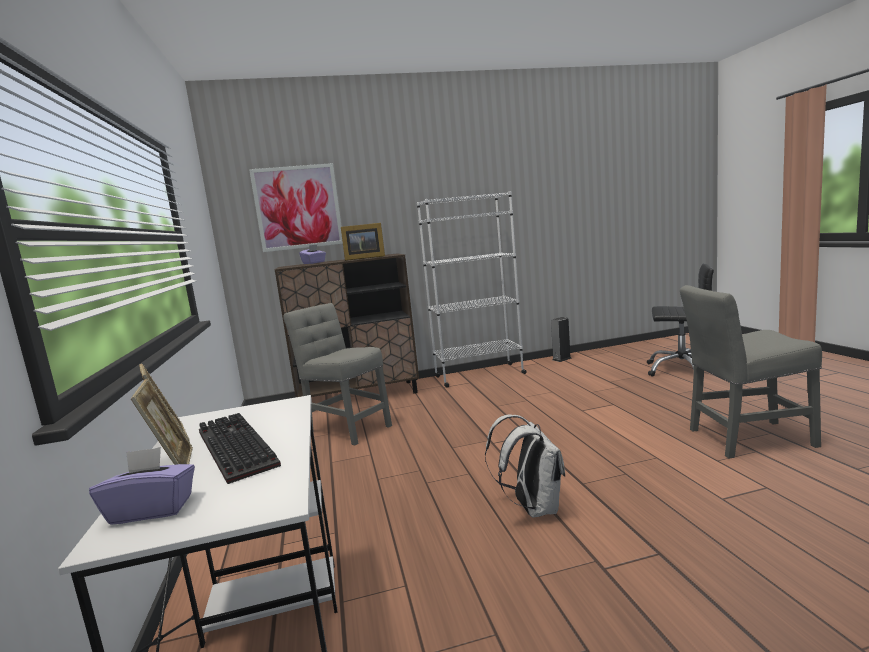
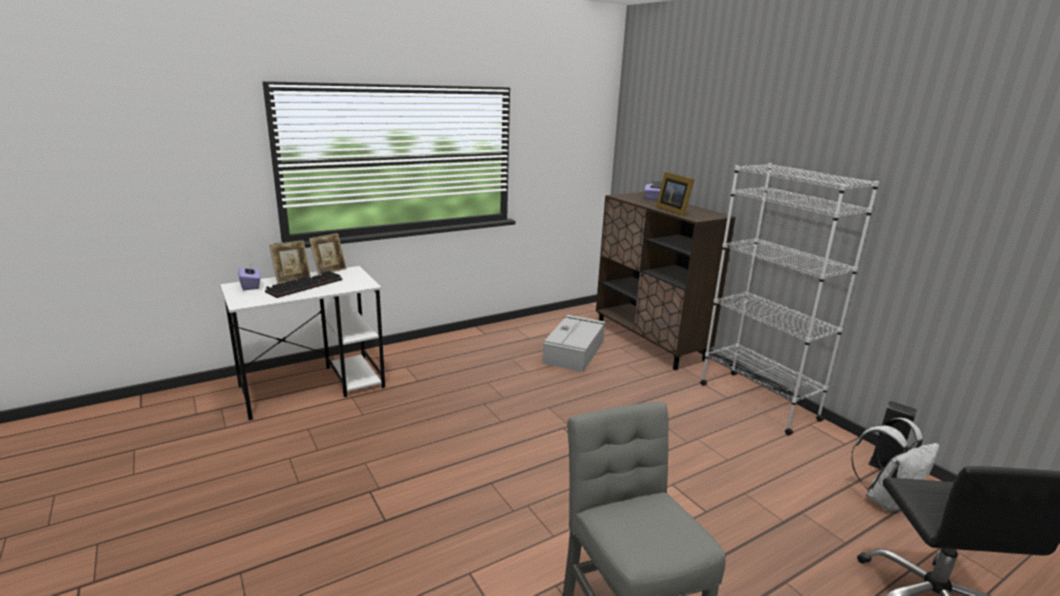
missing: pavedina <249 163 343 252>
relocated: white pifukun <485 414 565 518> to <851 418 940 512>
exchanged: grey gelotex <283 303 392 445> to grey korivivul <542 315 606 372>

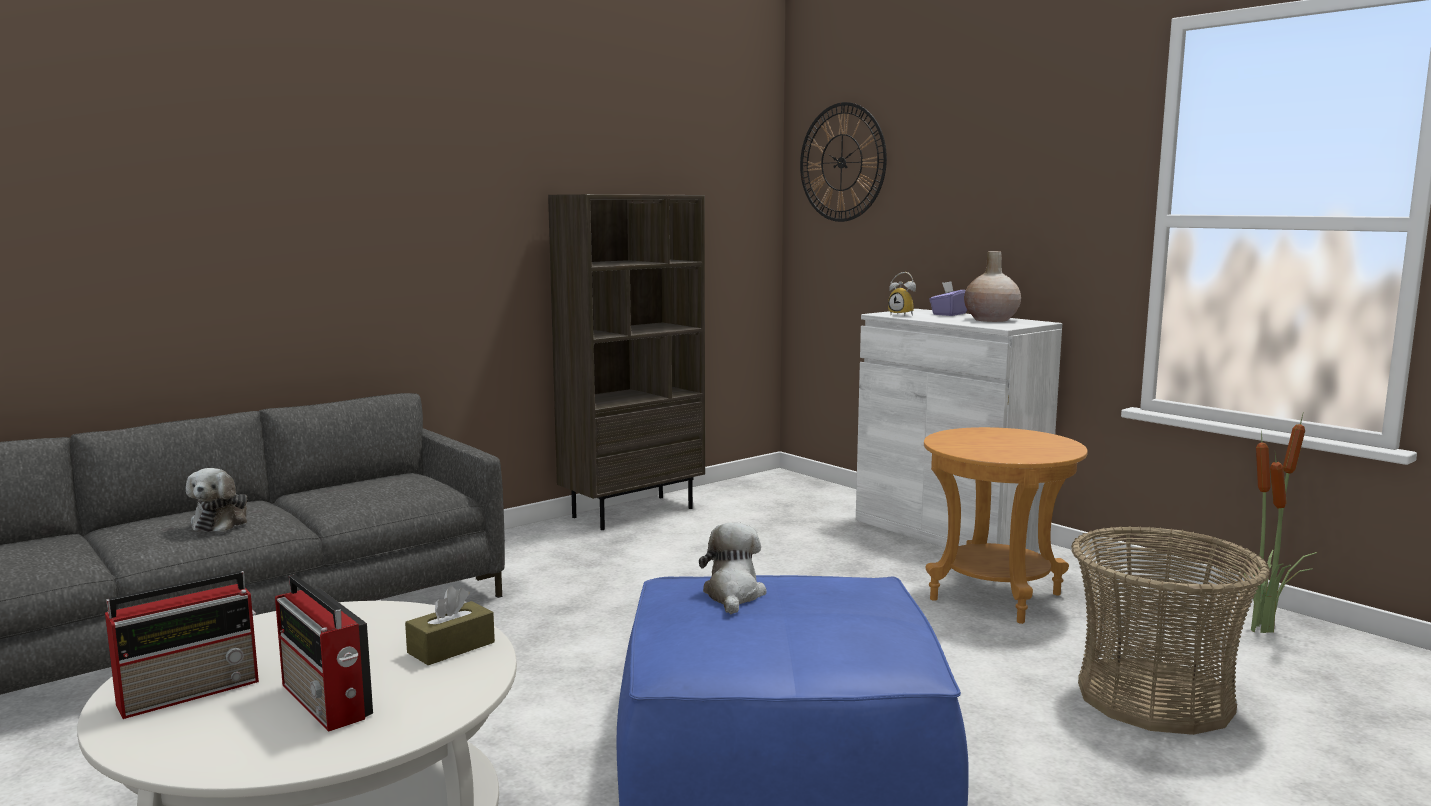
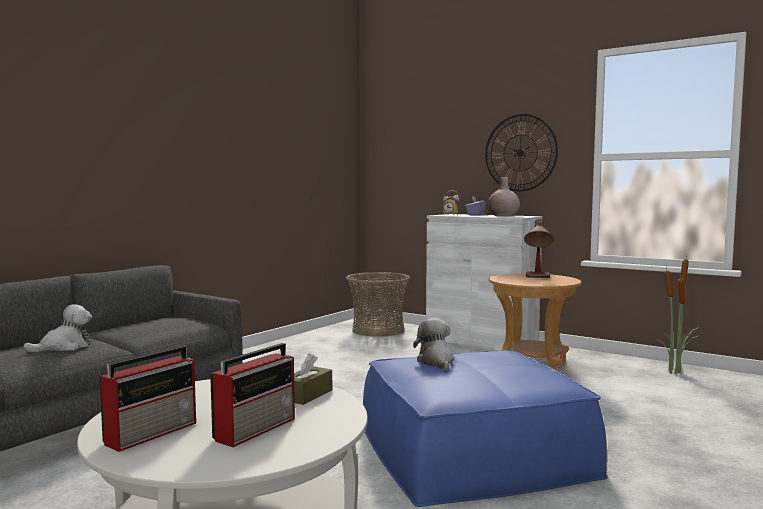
missing: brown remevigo <548 194 705 530>
appeared: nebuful <524 219 554 278>
relocated: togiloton <800 102 887 222> to <485 114 558 191>; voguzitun <1071 526 1270 735> to <346 272 410 337>
spun: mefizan <186 468 247 532> = <23 304 92 352> 120 degrees counterclockwise; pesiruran <275 575 373 732> = <210 343 295 447> 90 degrees counterclockwise

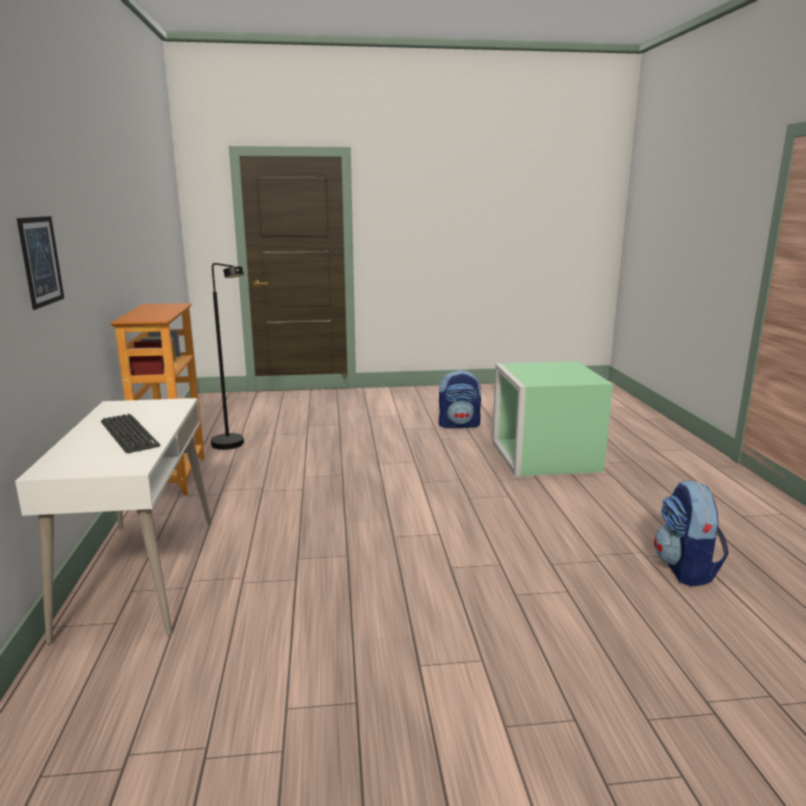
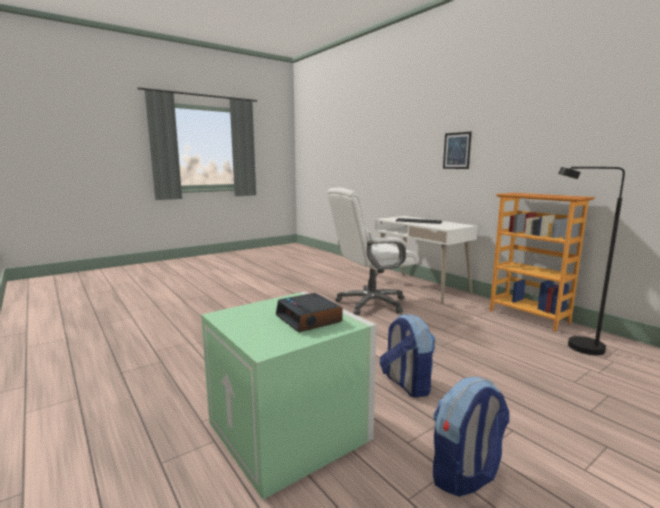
appeared: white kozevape <327 188 419 315>; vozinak <276 293 343 332>
relocated: pifukun <654 480 729 586> to <380 314 436 398>

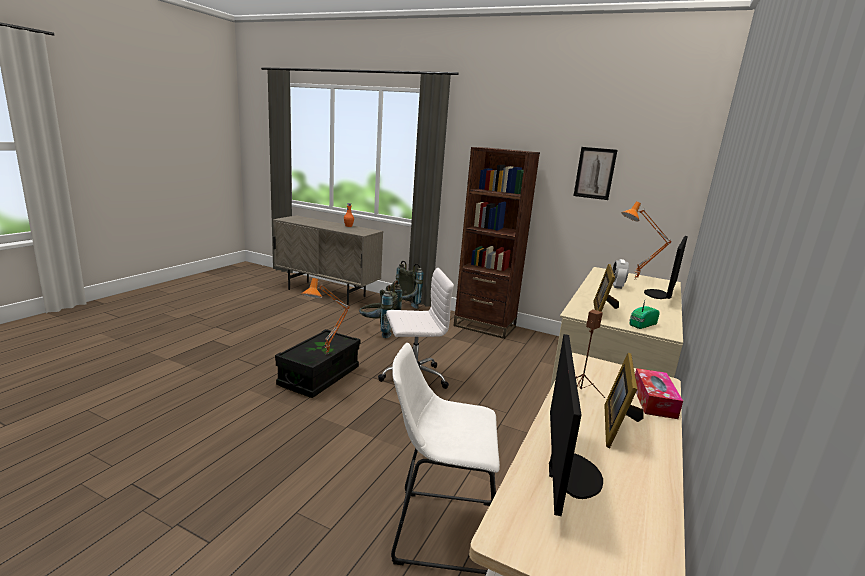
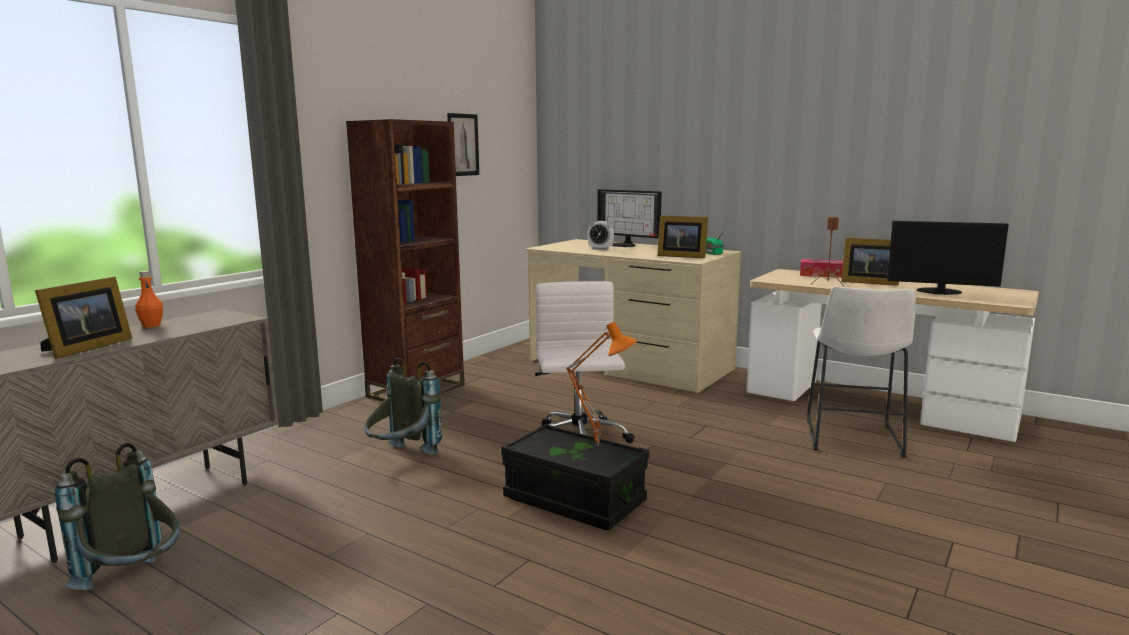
missing: orange nebuful <622 201 672 280>
appeared: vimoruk <35 276 132 359>
relocated: grey pifukun <390 261 424 309> to <55 443 180 590>

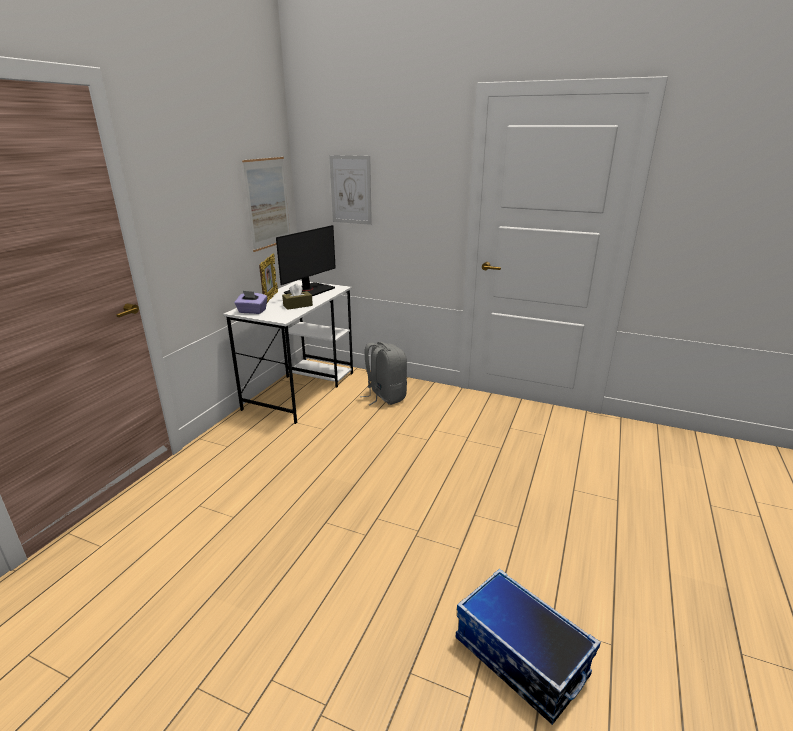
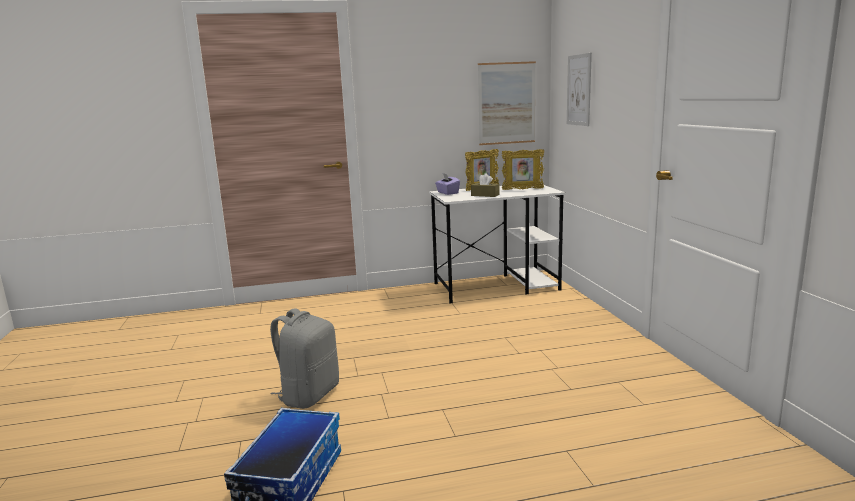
relocated: grey pifukun <360 342 407 405> to <270 308 339 409>
exchanged: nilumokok <276 225 336 296> to vimoruk <501 149 544 190>

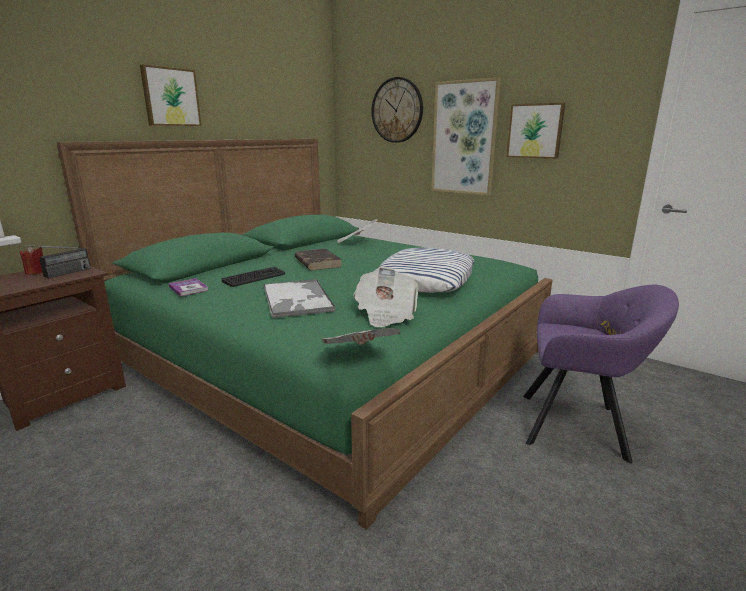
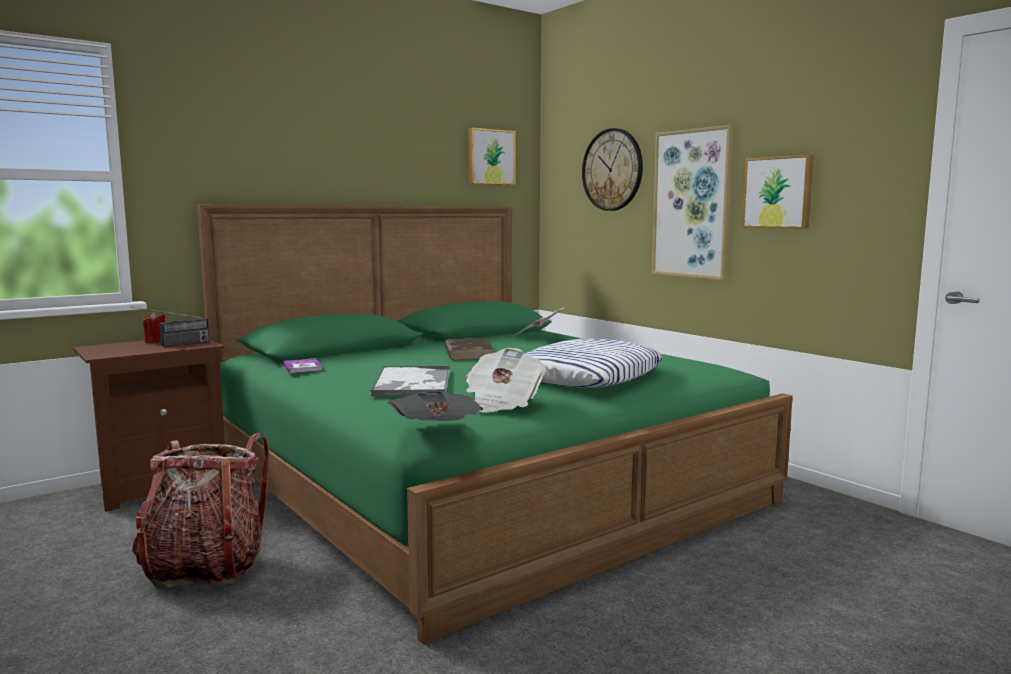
missing: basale <222 267 285 287>; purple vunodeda <523 285 679 463>
appeared: pifukun <132 433 269 588>
relocated: pavedina <140 64 202 126> to <468 128 516 185>

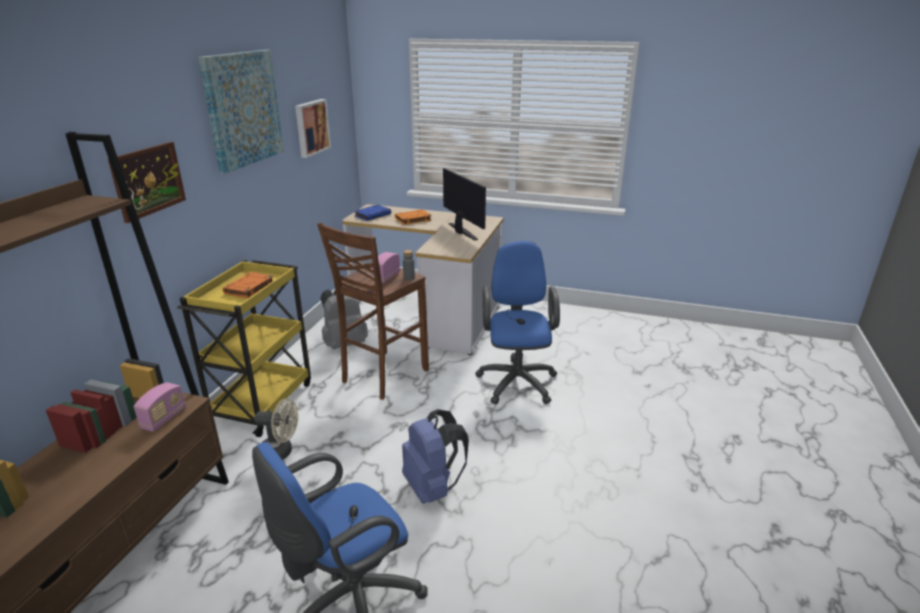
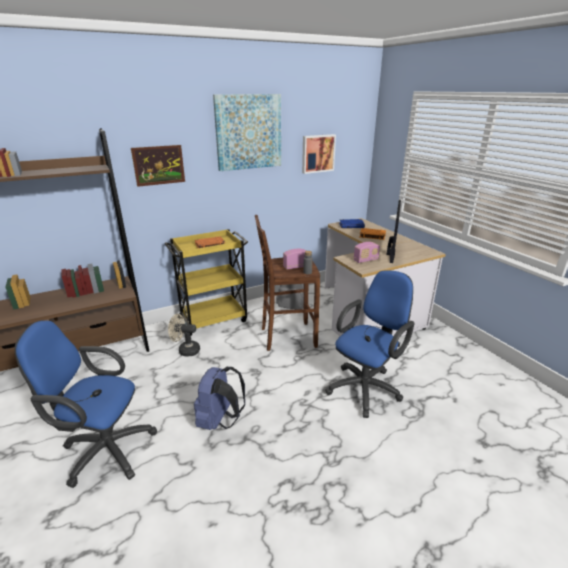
relocated: pesiruran <134 382 186 432> to <354 242 380 263>
spun: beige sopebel <254 398 298 460> = <168 314 200 356> 135 degrees clockwise

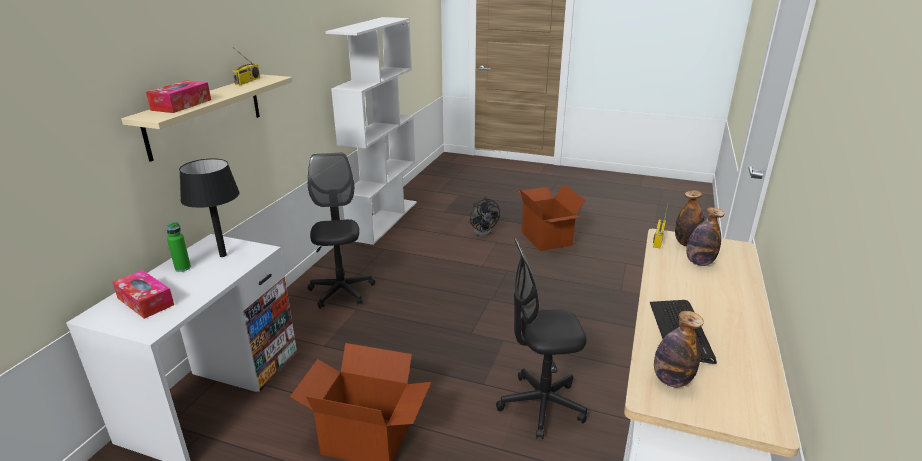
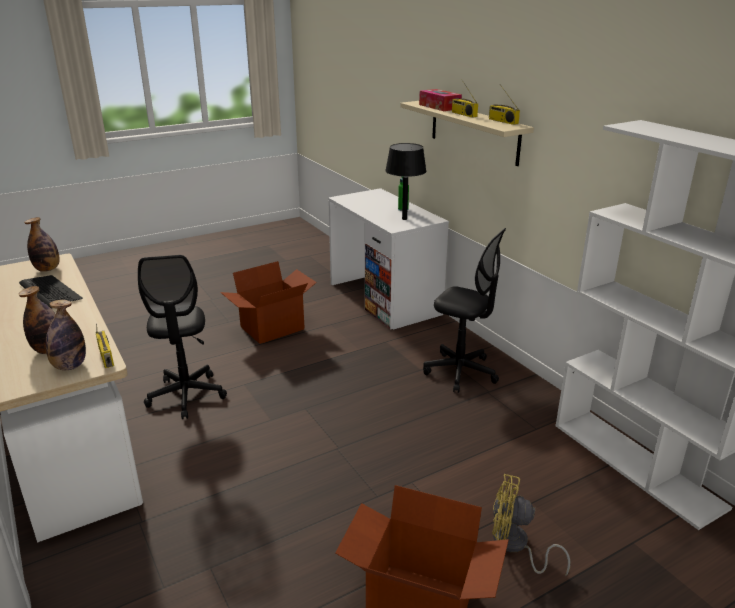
missing: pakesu <112 270 174 319>
appeared: pesiruran <452 79 478 118>
colour: black sopebel <470 197 500 236> to yellow sopebel <492 474 570 577>
spun: black kozevape <496 238 587 439> = <138 255 227 419> 135 degrees clockwise

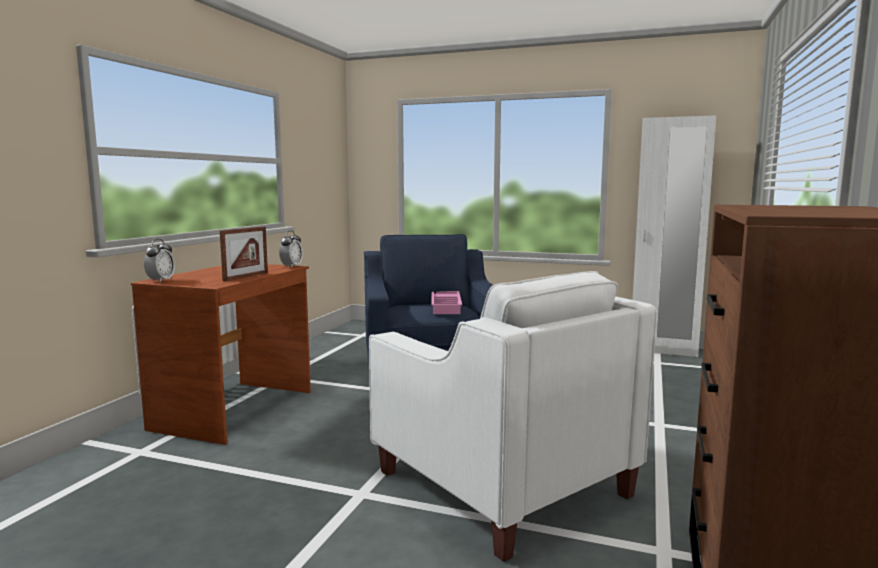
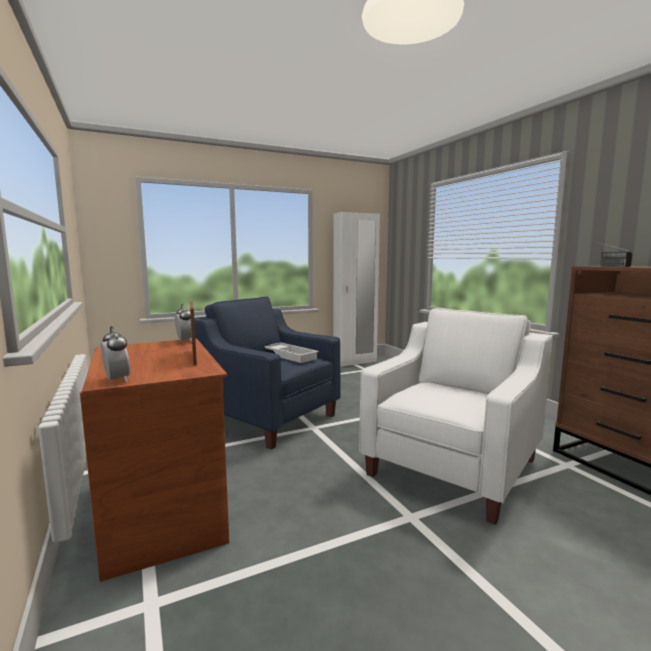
appeared: pesiruran <596 242 632 267>
colour: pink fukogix <432 291 462 314> to white fukogix <265 343 319 363>
spun: white vunodeda <369 271 657 562> = <359 308 553 525> 60 degrees counterclockwise

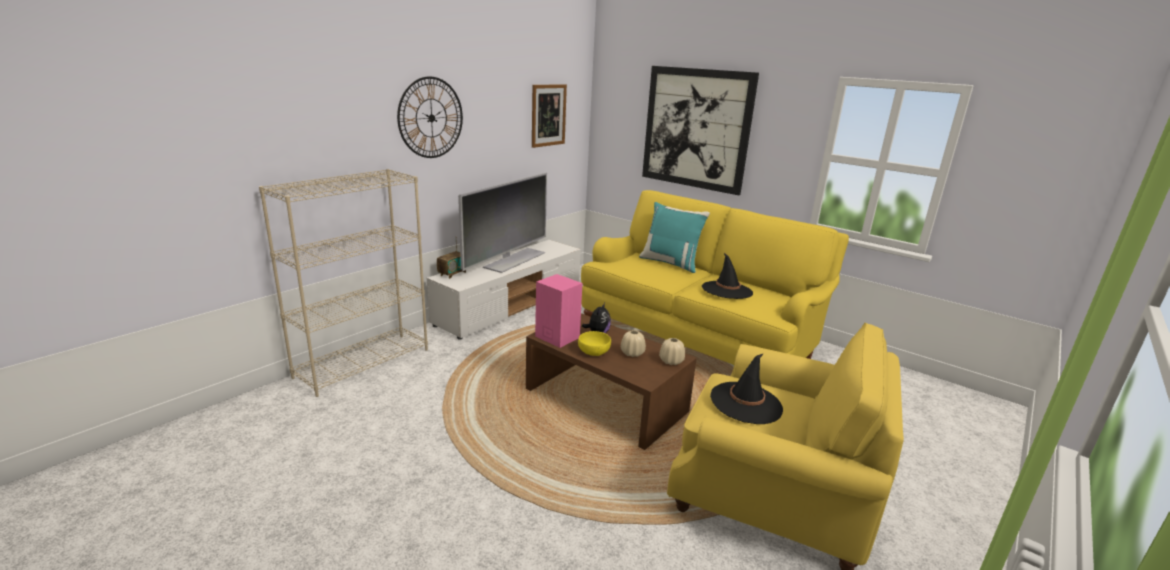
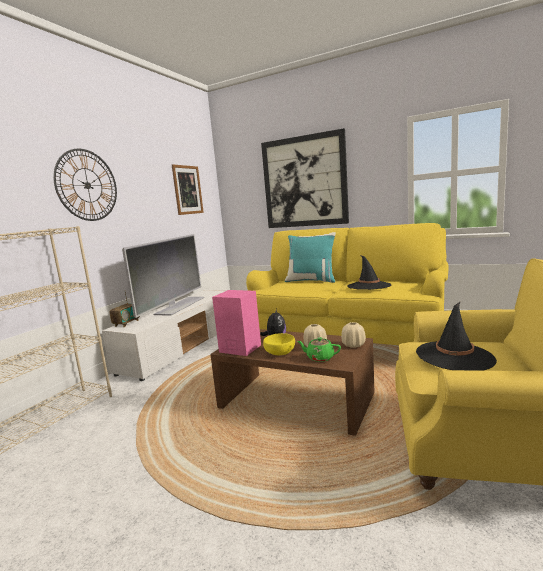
appeared: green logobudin <297 337 341 362>

